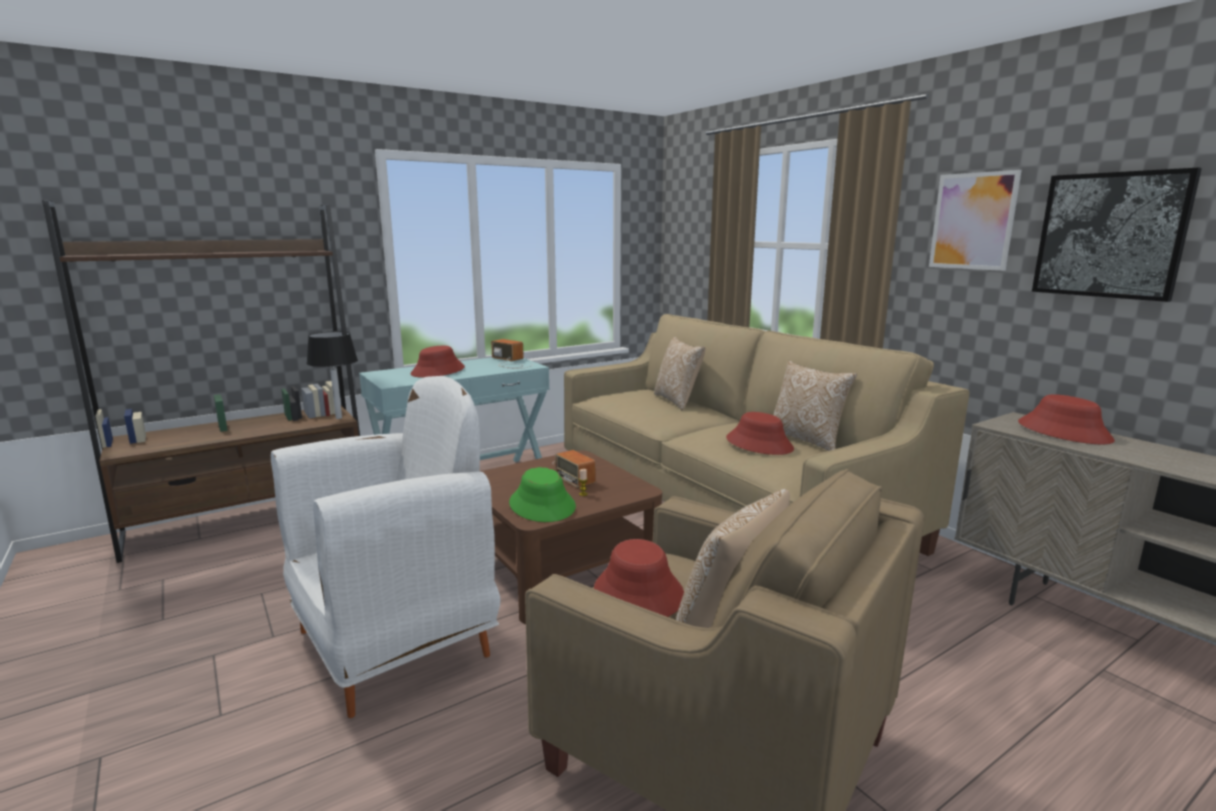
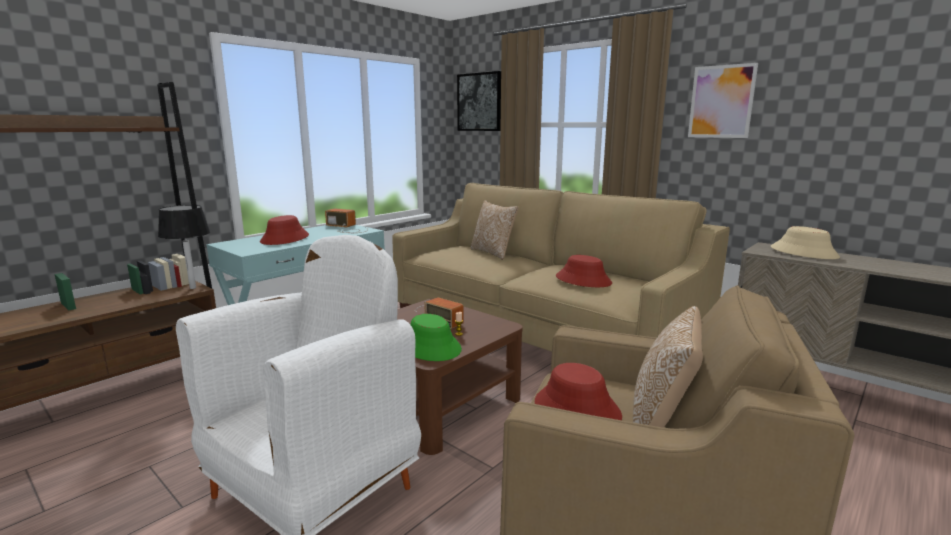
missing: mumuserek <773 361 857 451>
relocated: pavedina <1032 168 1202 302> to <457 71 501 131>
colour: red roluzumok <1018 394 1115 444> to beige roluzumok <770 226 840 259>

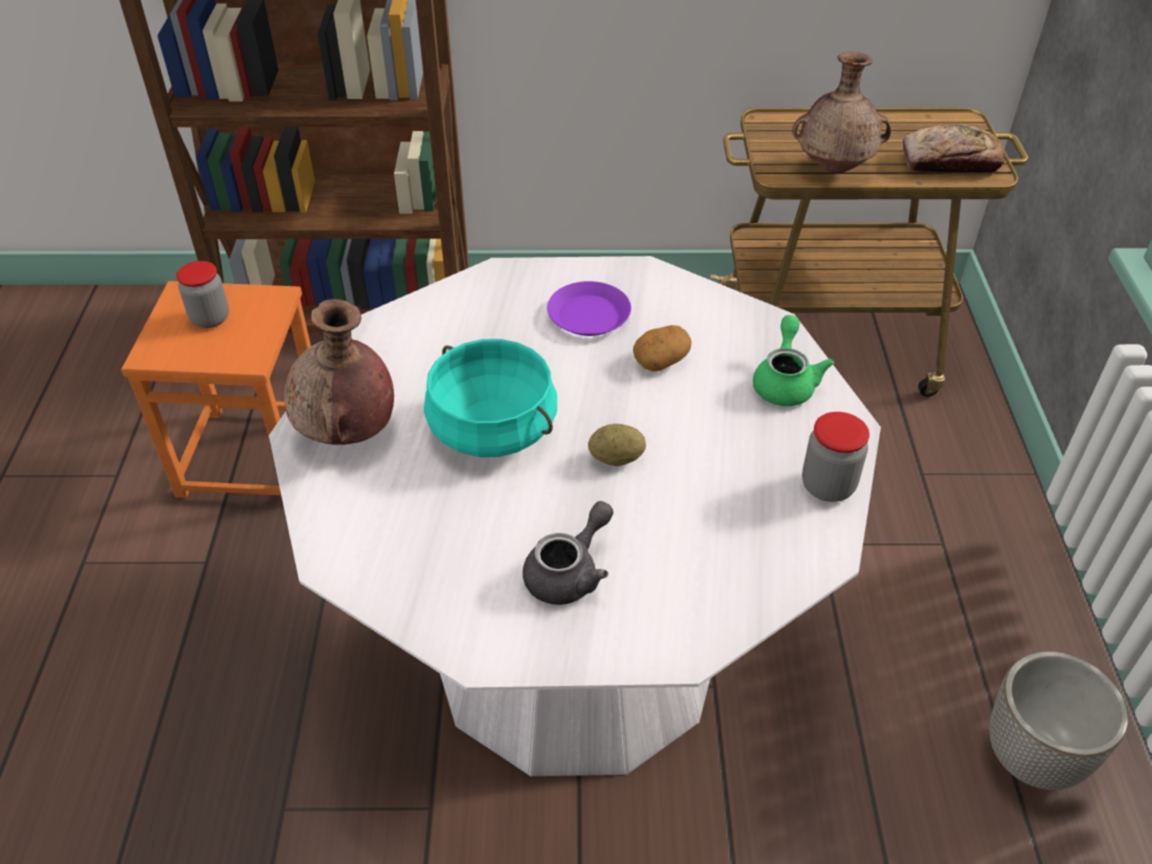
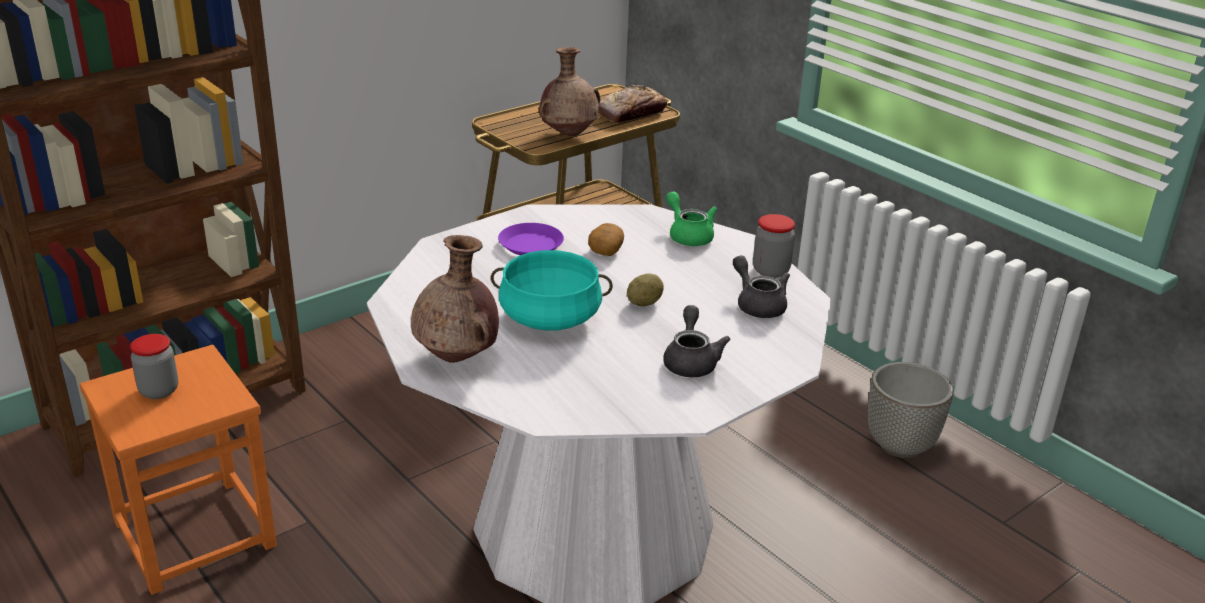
appeared: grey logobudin <733 255 790 318>

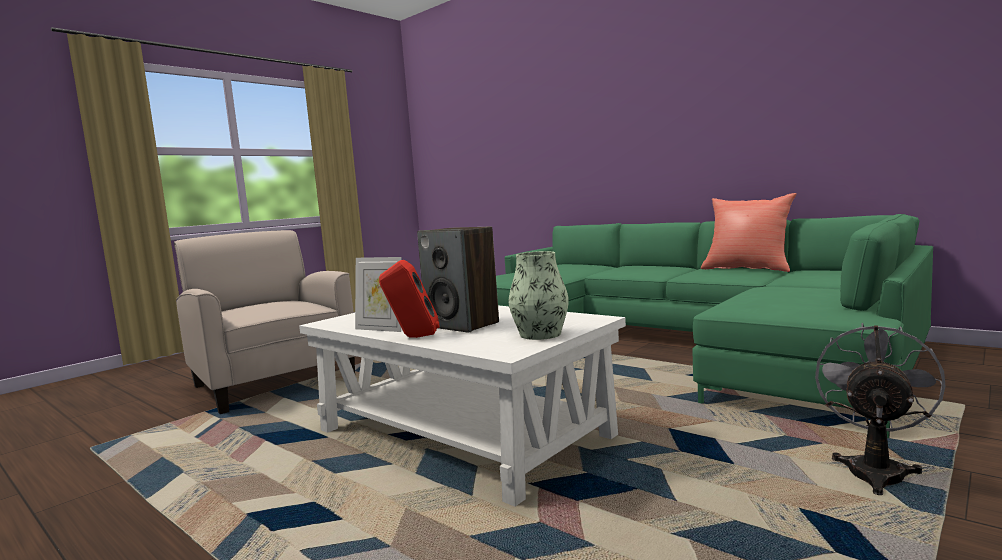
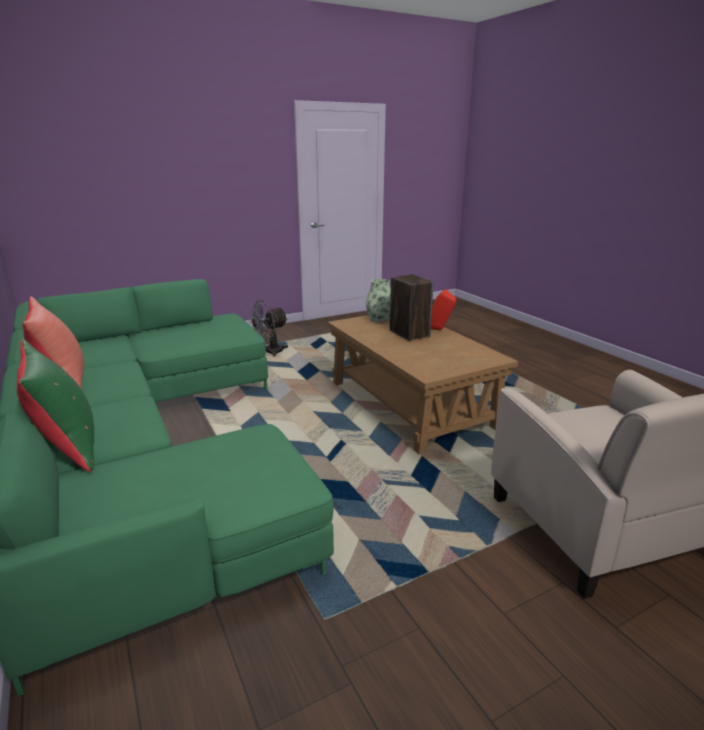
missing: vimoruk <355 257 401 332>
appeared: green mumuserek <17 339 94 472>
colour: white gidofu <299 305 626 506> to brown gidofu <327 315 518 454>

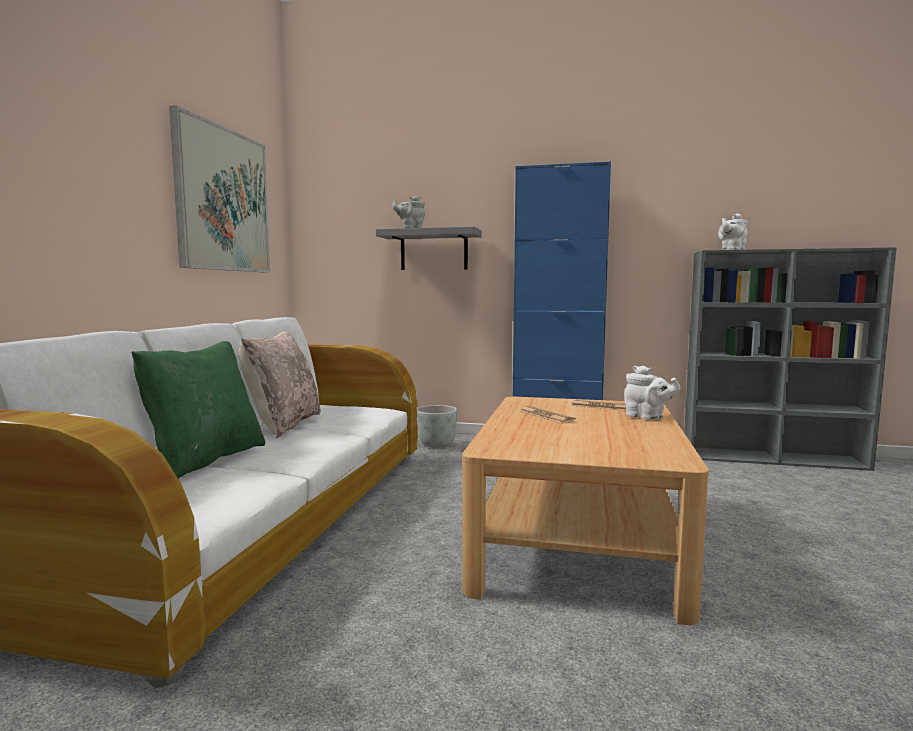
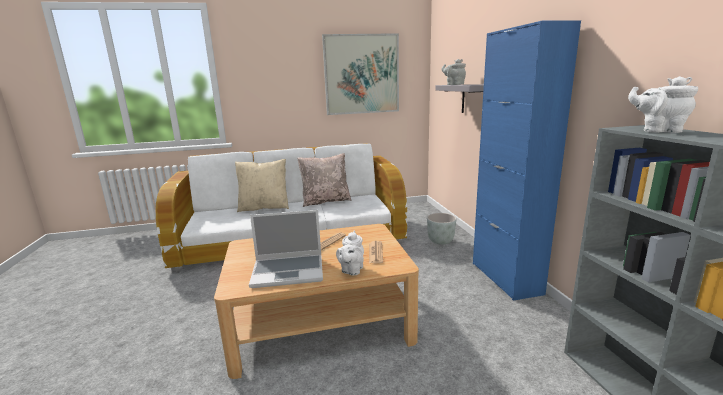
appeared: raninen <249 210 323 288>
colour: green mumuserek <131 341 265 478> to beige mumuserek <235 159 289 212>

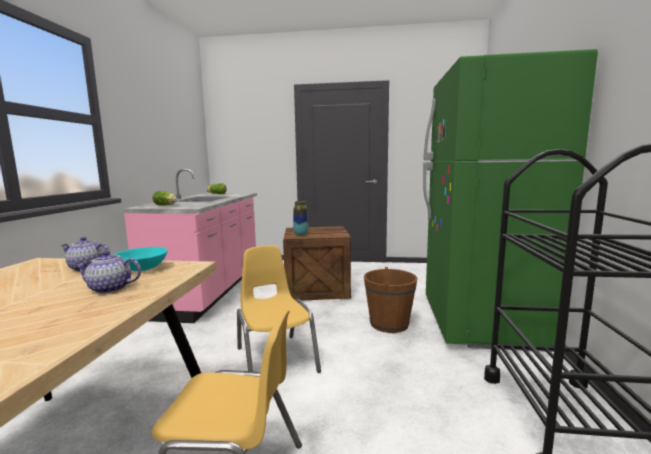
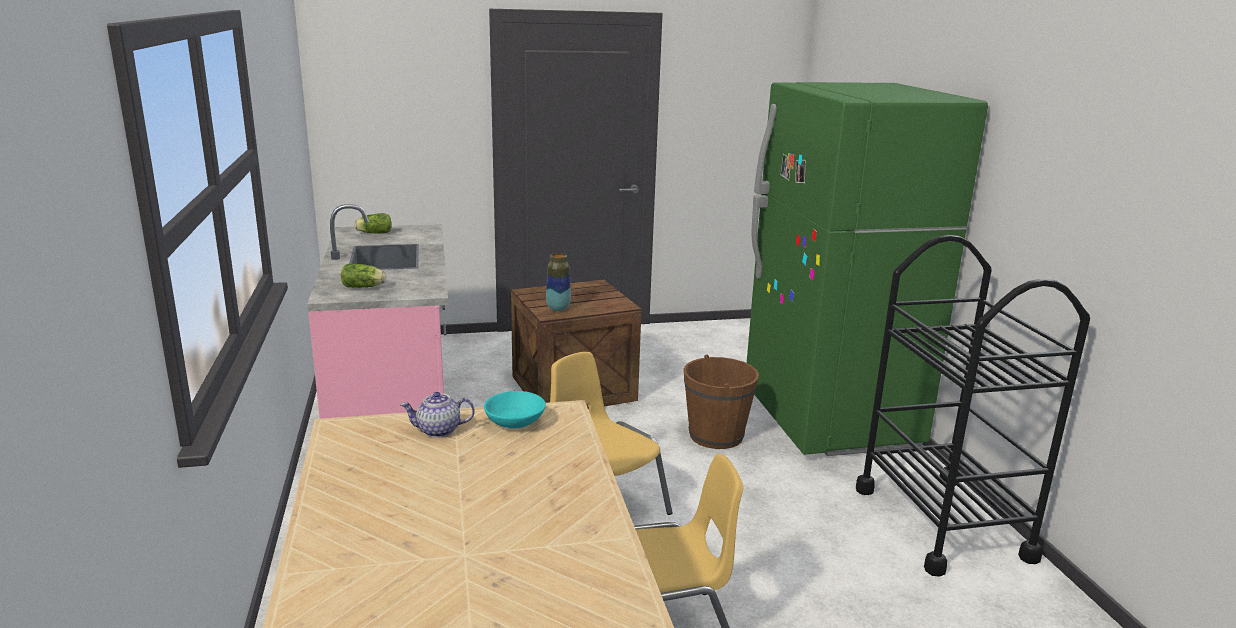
missing: logobudin <74 251 141 294>

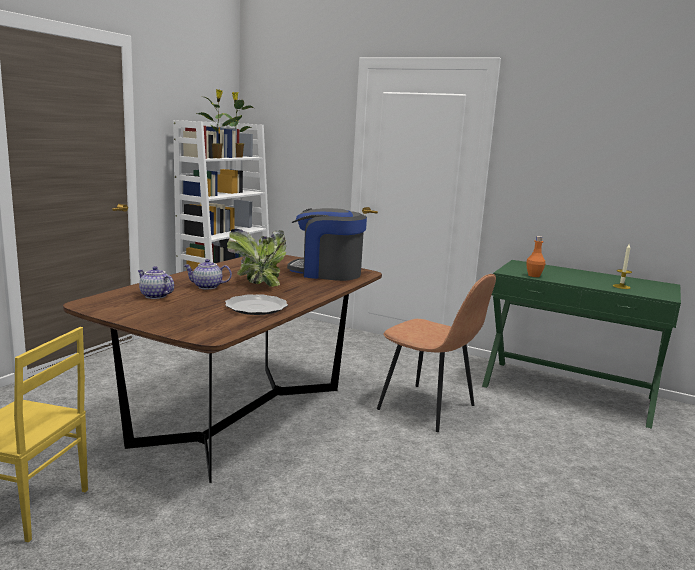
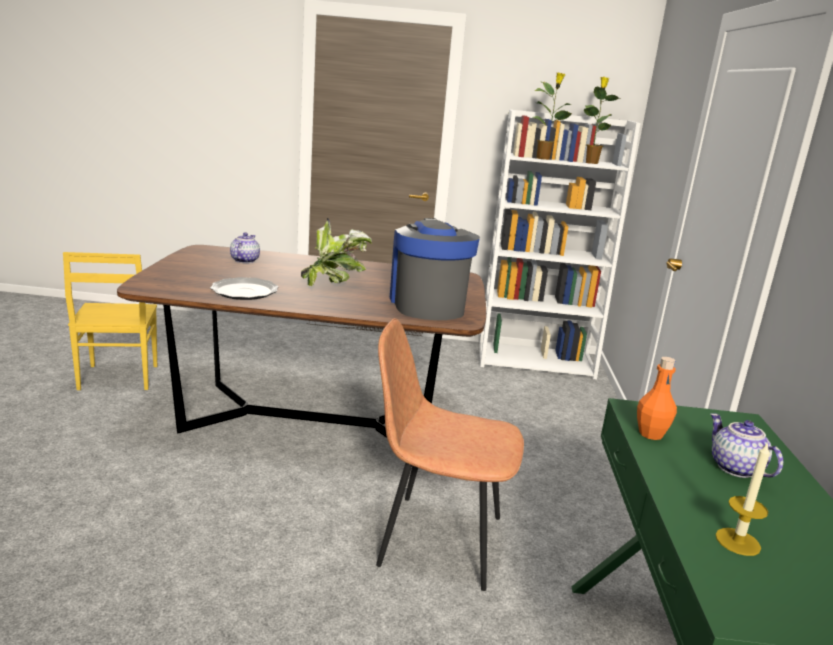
relocated: logobudin <183 259 232 289> to <711 413 783 478>
spun: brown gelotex <377 274 496 432> = <376 318 524 591> 90 degrees clockwise

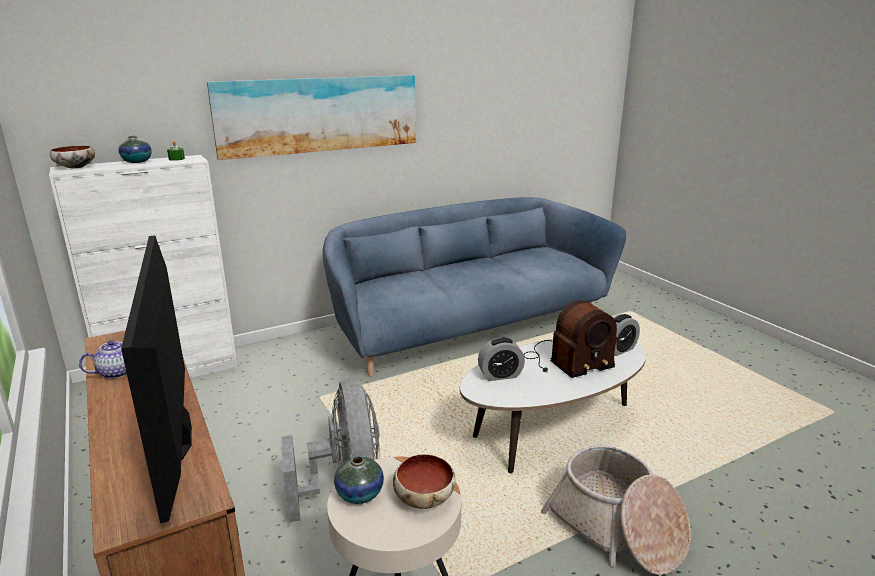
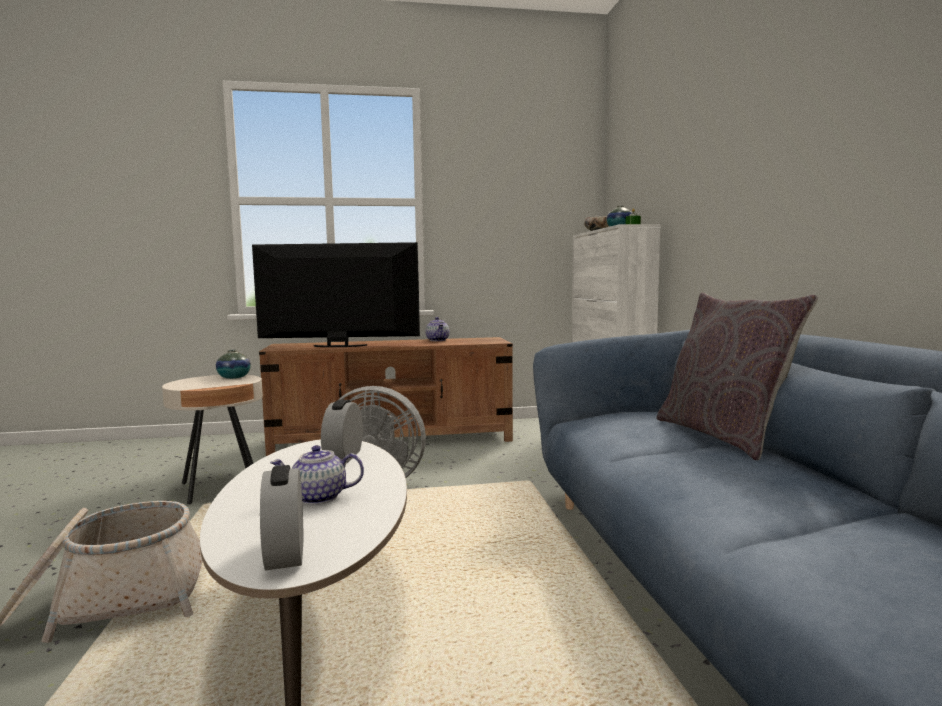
missing: pavedina <207 75 416 160>; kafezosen <393 454 456 509>
appeared: grey mumuserek <656 292 818 460>
exchanged: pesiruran <524 300 618 378> to logobudin <270 445 364 505>

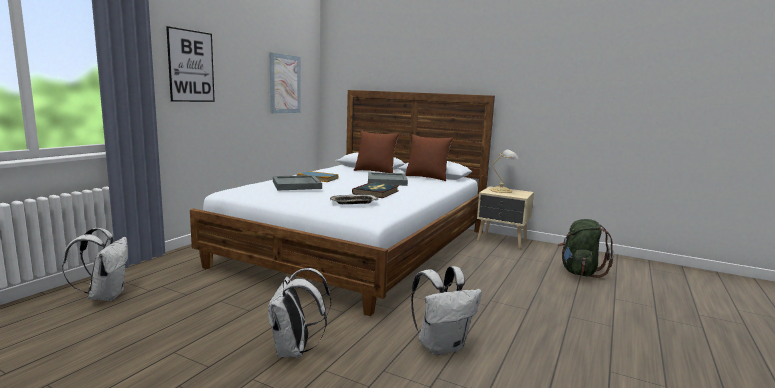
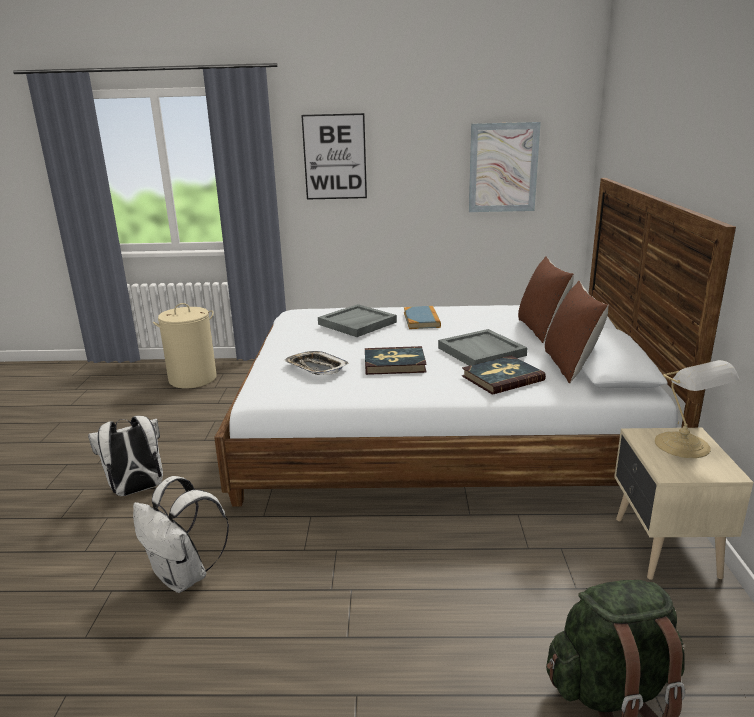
appeared: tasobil <462 356 546 395>
exchanged: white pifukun <62 228 128 301> to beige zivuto <153 303 217 388>

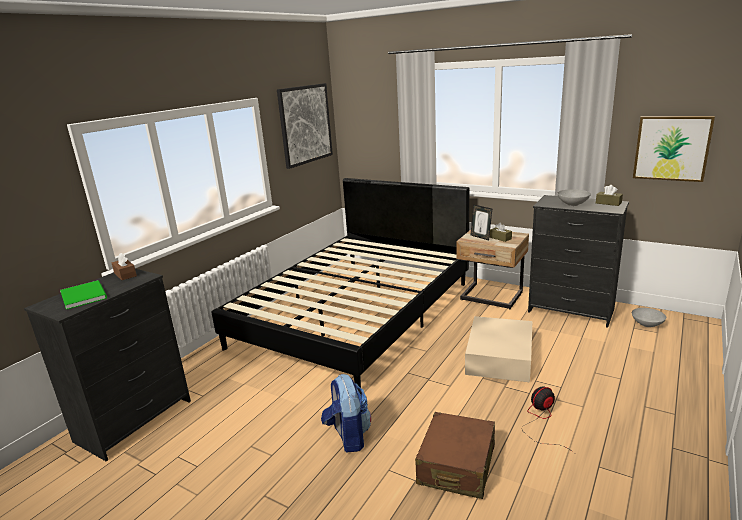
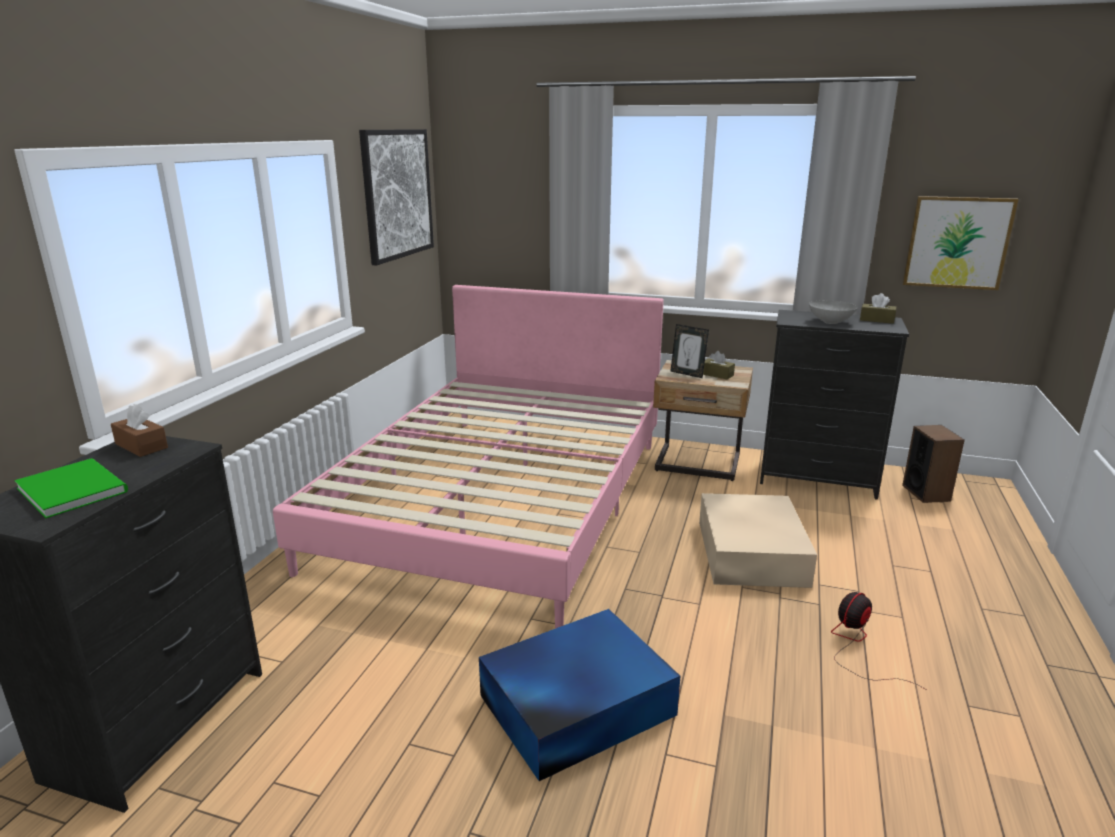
missing: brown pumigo <415 412 495 499>
exchanged: grey kafezosen <632 308 666 327> to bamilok <902 425 965 503>; pifukun <321 374 371 452> to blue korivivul <479 609 680 781>
colour: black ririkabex <212 178 469 388> to pink ririkabex <273 285 664 629>

